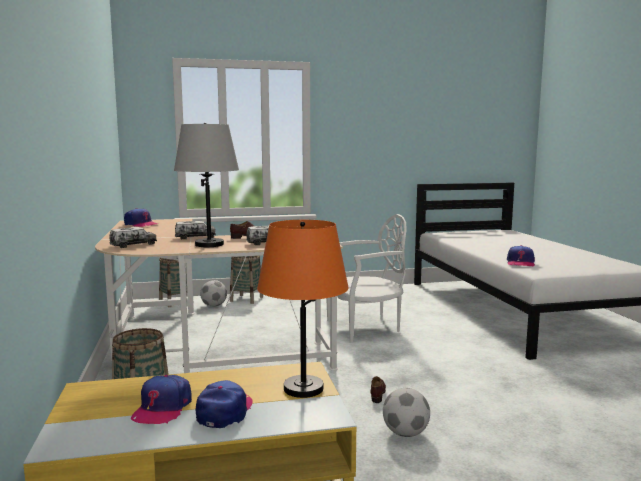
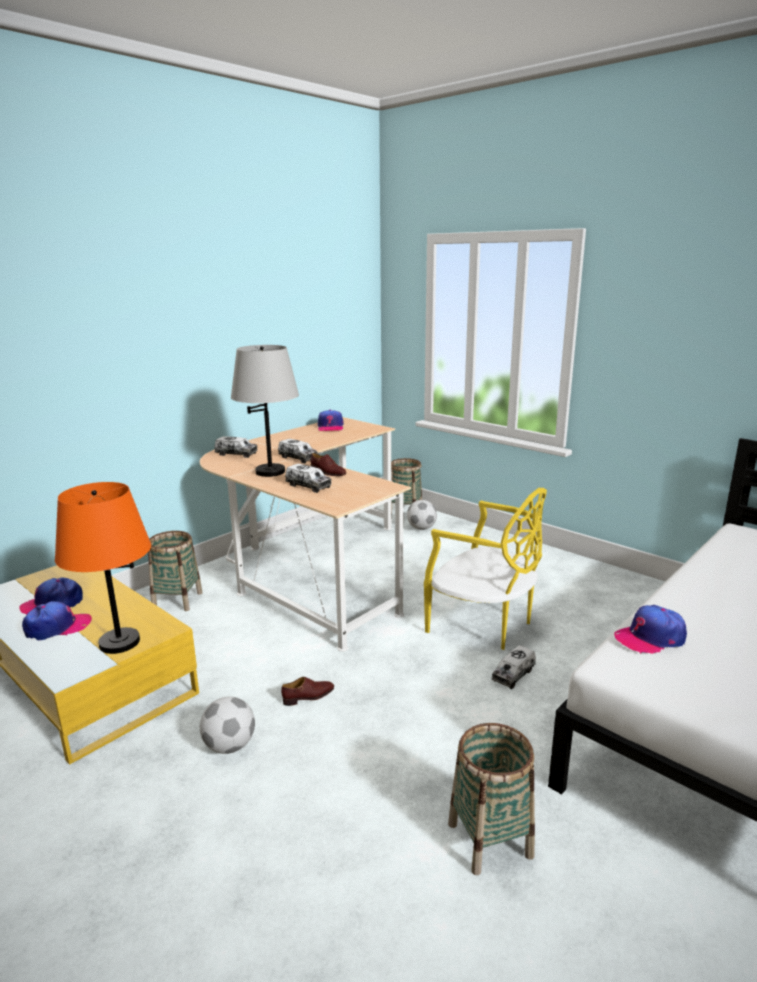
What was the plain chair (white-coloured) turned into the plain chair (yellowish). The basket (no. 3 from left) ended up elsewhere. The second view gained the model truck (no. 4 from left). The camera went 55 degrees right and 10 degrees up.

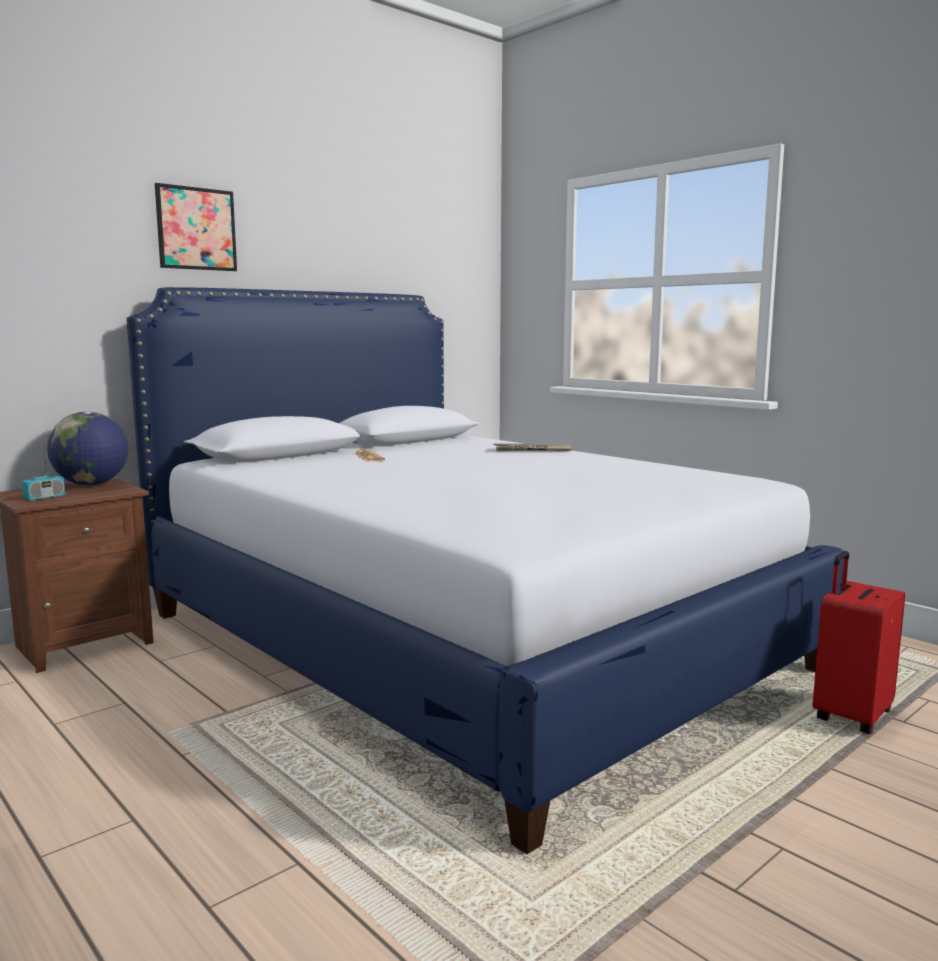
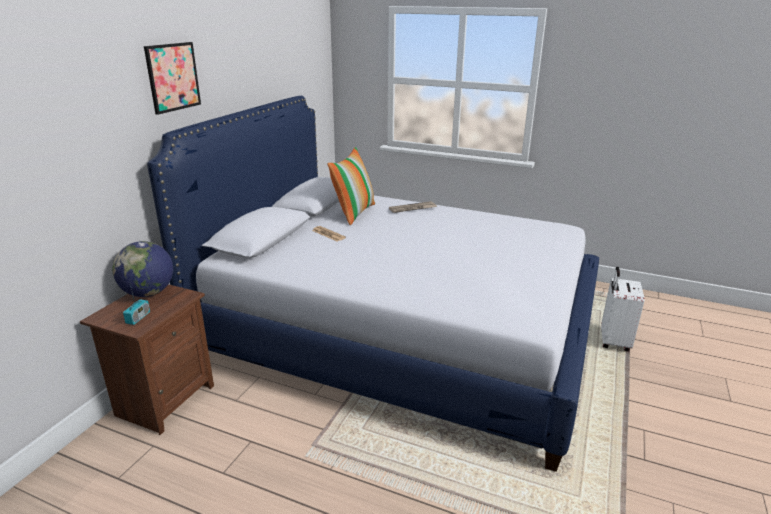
What was the travel case (red) turned into the travel case (white-coloured). The second view gained the pillow. The camera went 25 degrees left and 15 degrees up.

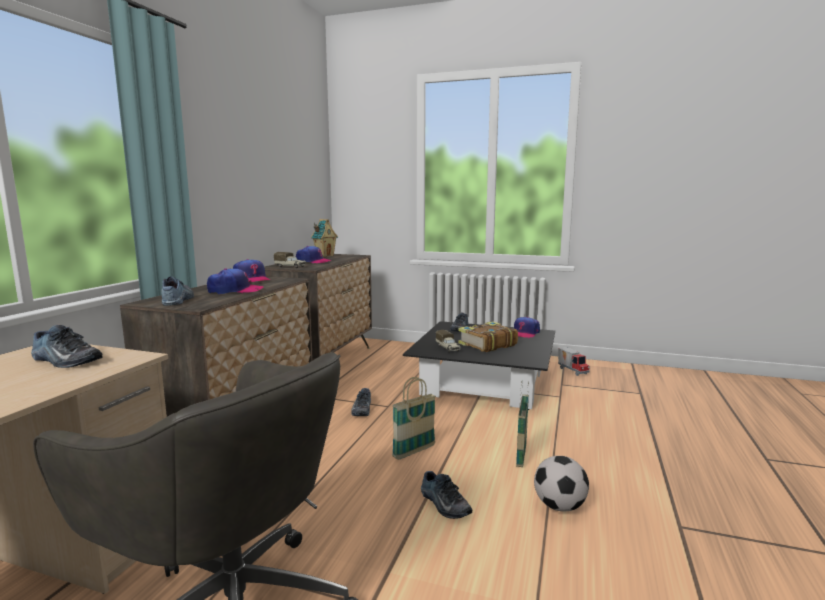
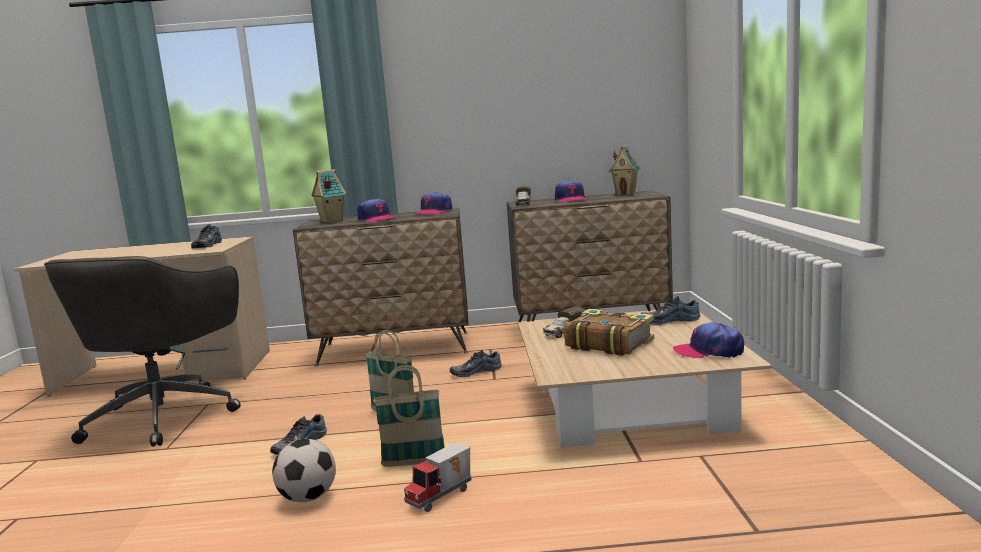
Where the item of footwear (no. 2 from left) stood, the model house (no. 1 from left) came to stand. What was the low table (blackish) turned into the low table (sand-coloured). The model truck (no. 3 from left in the first image) ended up elsewhere. The camera went 70 degrees right and 0 degrees up.

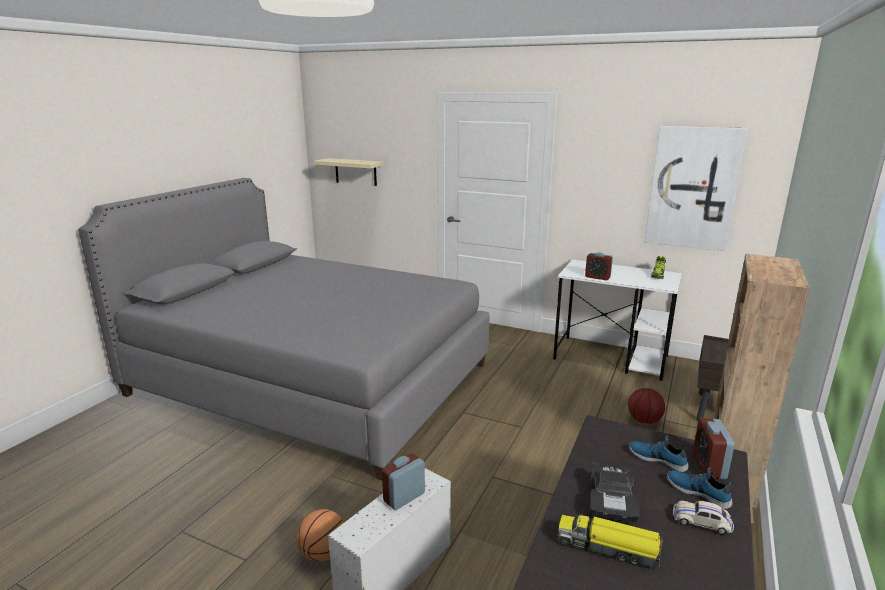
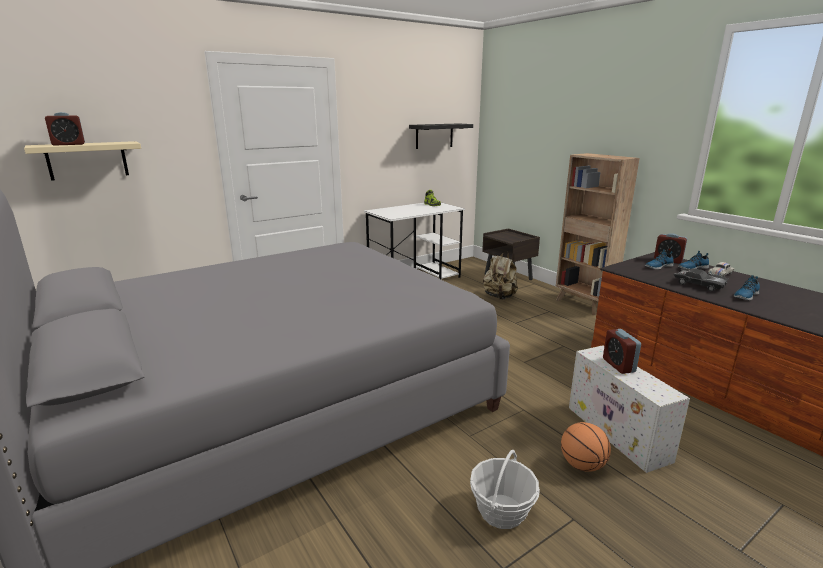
Where the wall picture hung, the shelf (blackish) came to hang. The table clock (no. 2 from left in the first image) ended up elsewhere. Where the ball for basketball (no. 2 from left) stood, the rucksack (sand-coloured) came to stand. Where the model truck stood, the item of footwear (no. 4 from left) came to stand. The second view gained the basket. The camera went 60 degrees left and 0 degrees up.

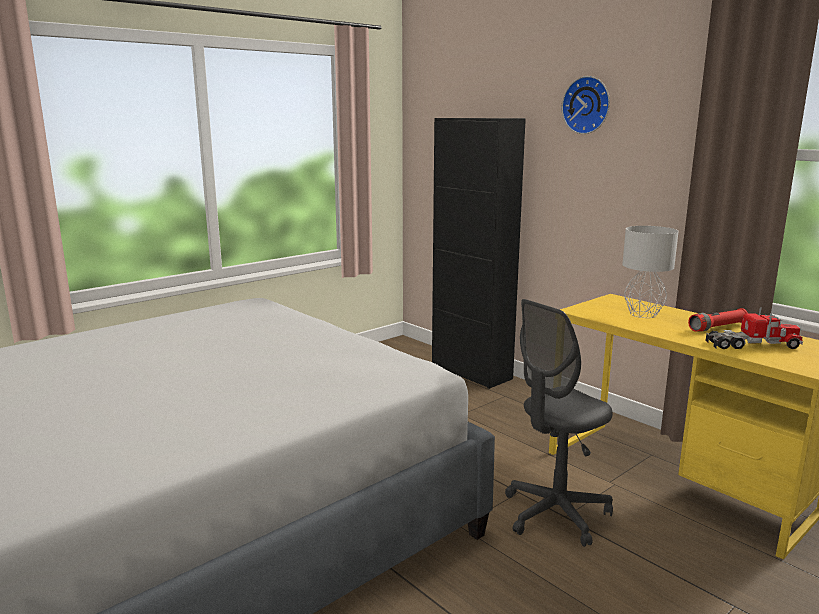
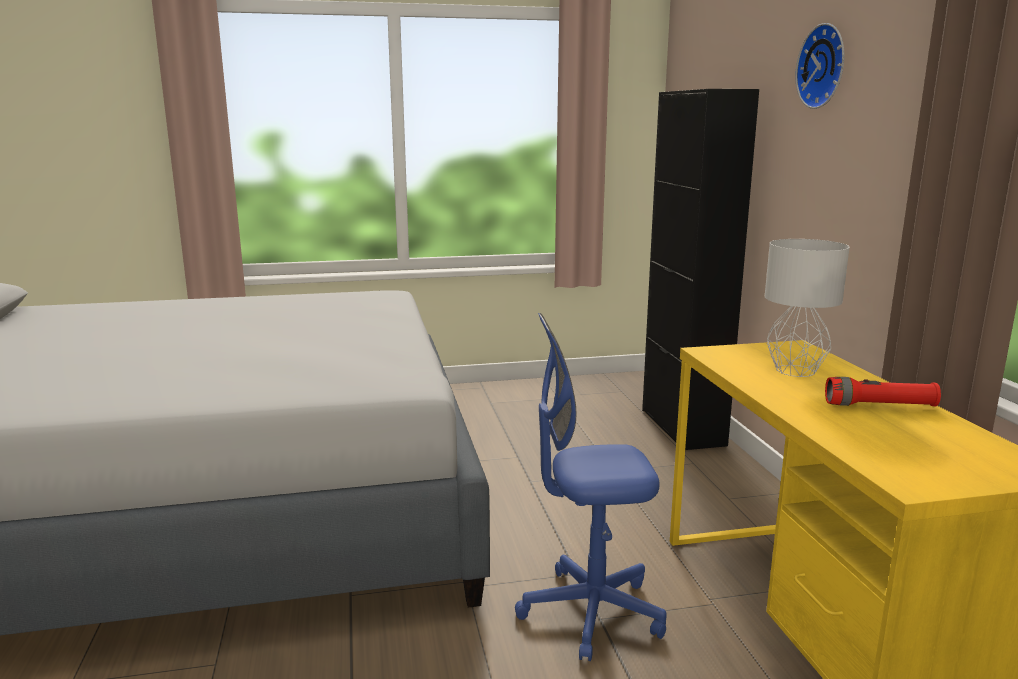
What was the computer chair (greyish) turned into the computer chair (bluish). The second view lost the model truck. The camera went 30 degrees right and 0 degrees up.

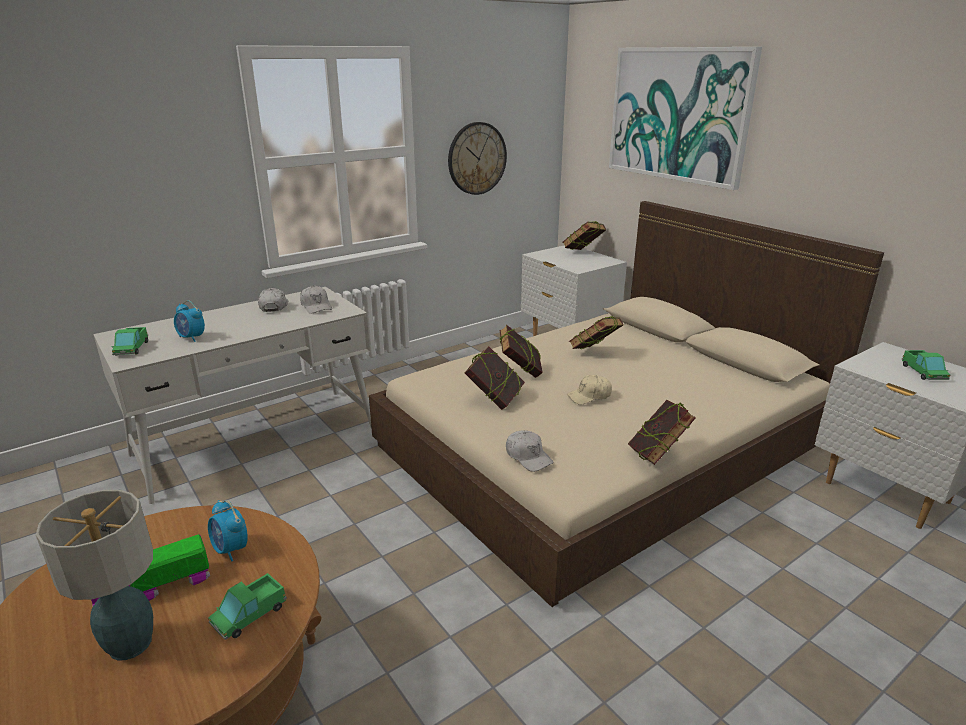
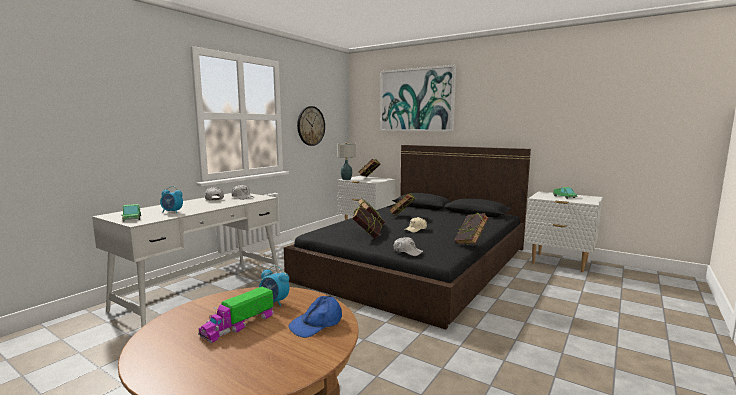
What was the bed (sand-coloured) turned into the bed (blackish). The tabletop lamp ended up elsewhere. Where the model truck (no. 3 from left) stood, the peaked cap (bluish) came to stand. The camera went 20 degrees left and 15 degrees down.

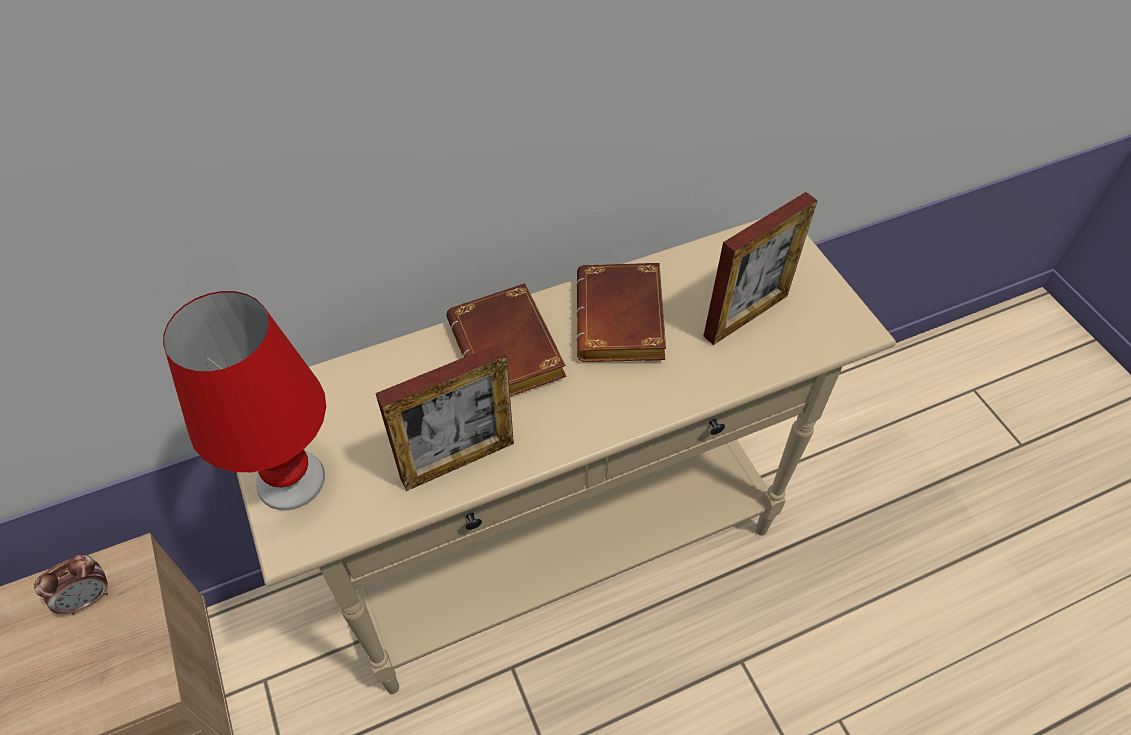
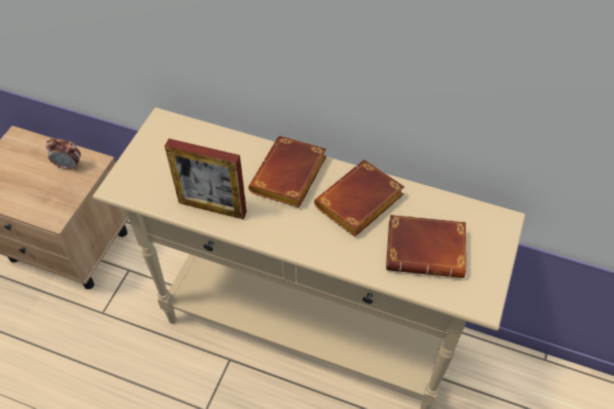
Where the photo frame (no. 2 from left) stood, the bound book (brown) (no. 3 from left) came to stand. The second view lost the tabletop lamp (red). The camera went 45 degrees right and 0 degrees up.

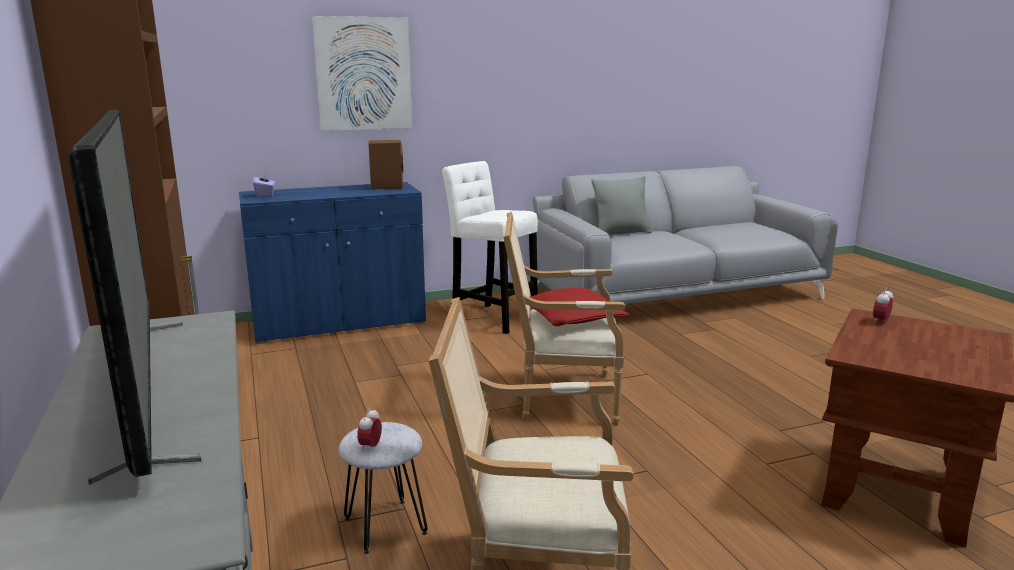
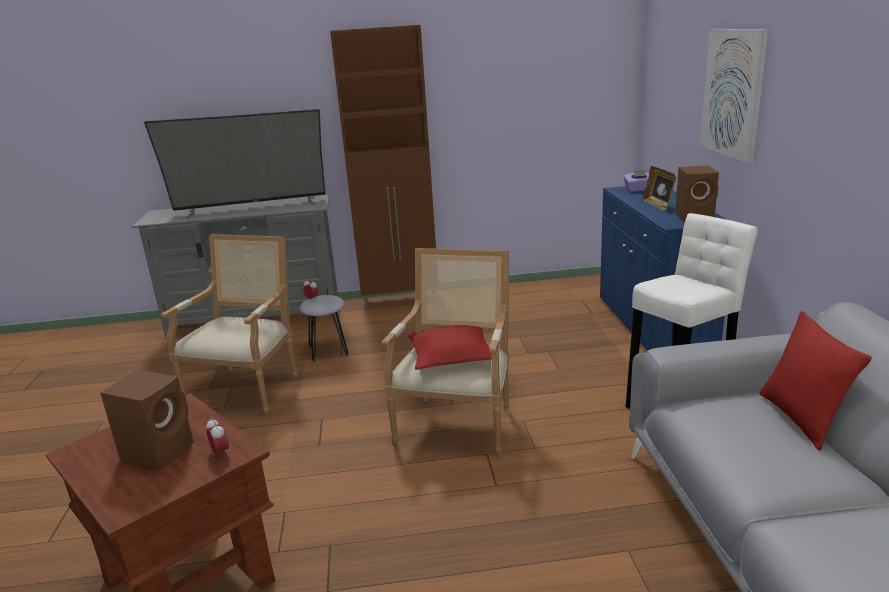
What was the pillow (greyish) turned into the pillow (red) (no. 2 from left). The second view gained the photo frame. The second view gained the loudspeaker (brown) (no. 1 from left). The camera went 105 degrees right and 5 degrees up.

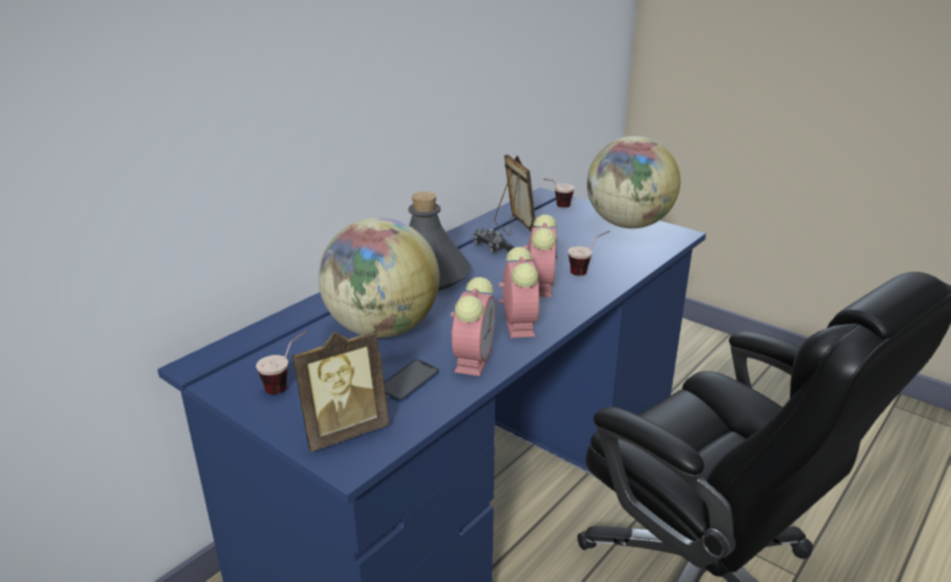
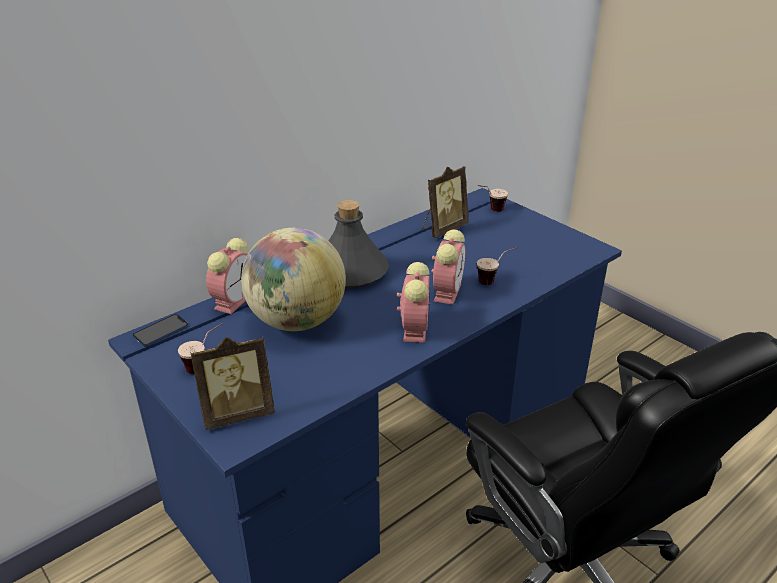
The second view lost the desk globe (no. 2 from left). The photo frame (no. 2 from left) ended up facing another way, 60 degrees clockwise from before. The second view lost the game controller. The table clock (no. 1 from left) ended up elsewhere. The handset ended up elsewhere. The camera went 10 degrees right and 5 degrees up.

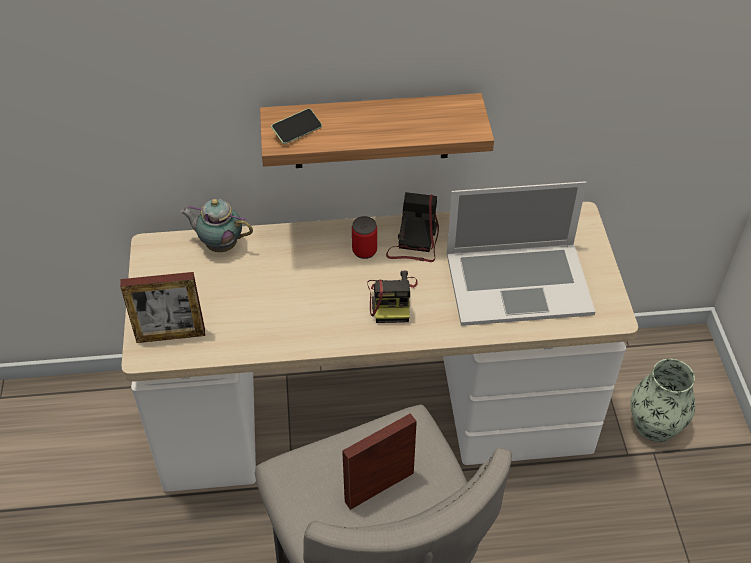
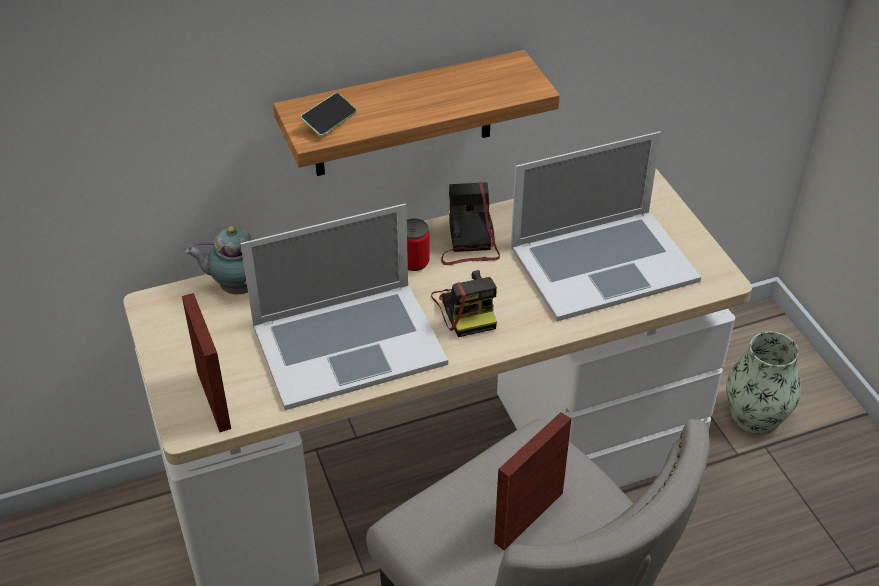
The photo frame (no. 1 from left) ended up facing another way, 90 degrees counterclockwise from before. The second view gained the portable computer (no. 1 from left). The camera went 15 degrees left and 5 degrees down.

